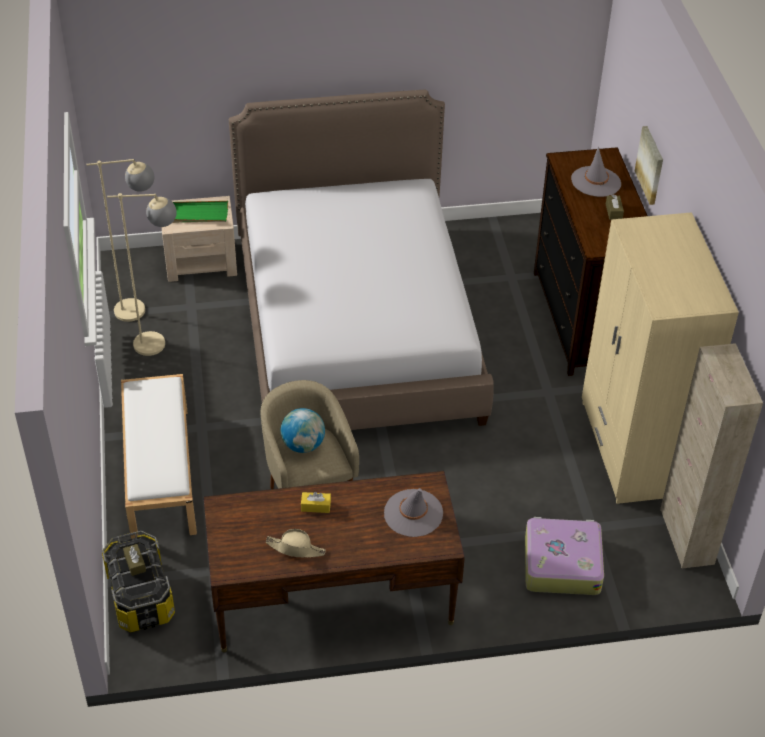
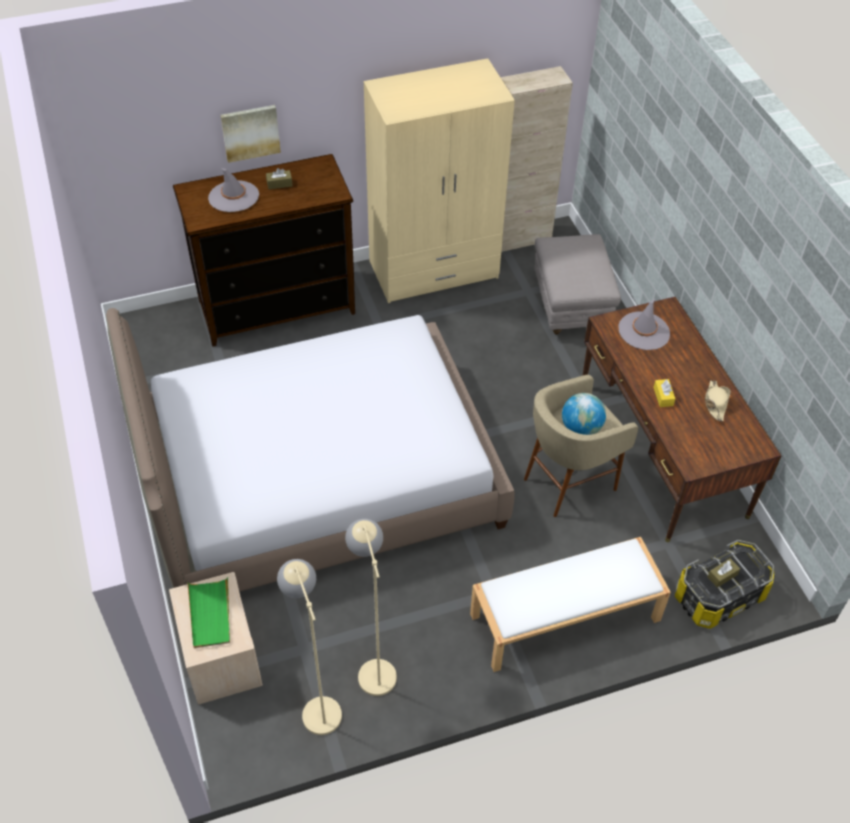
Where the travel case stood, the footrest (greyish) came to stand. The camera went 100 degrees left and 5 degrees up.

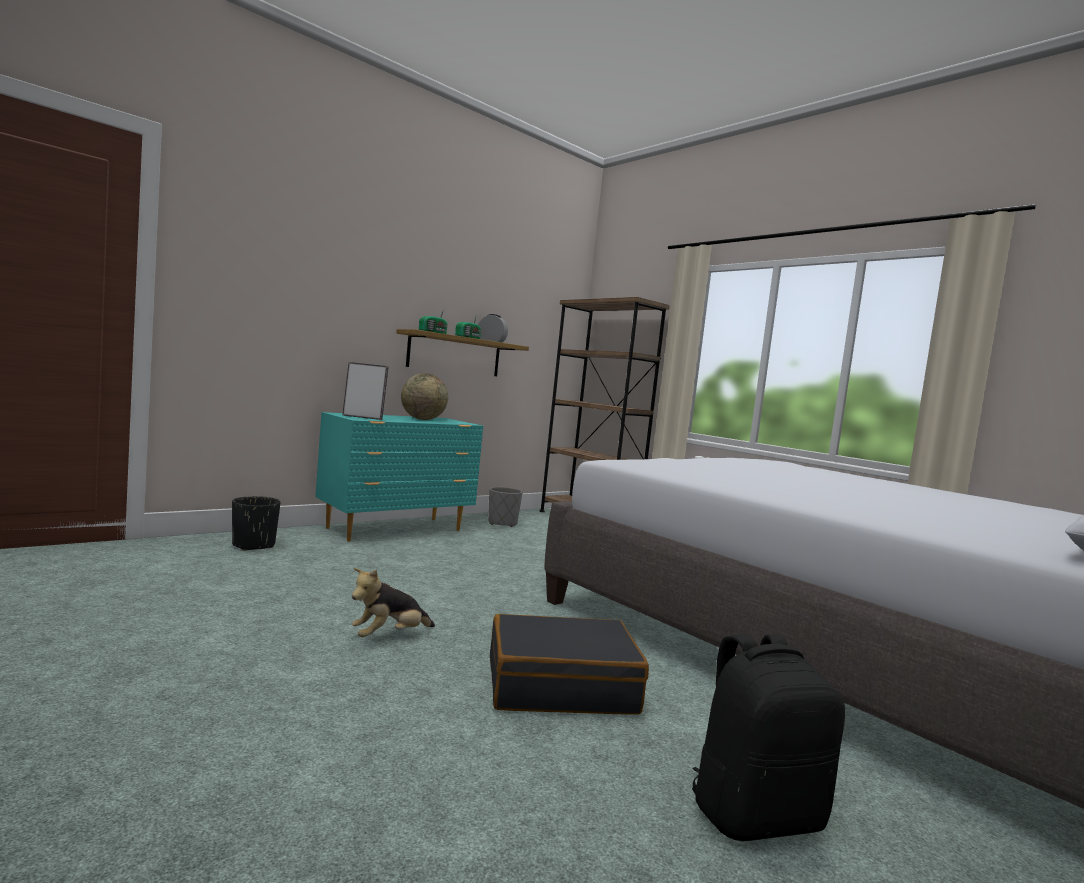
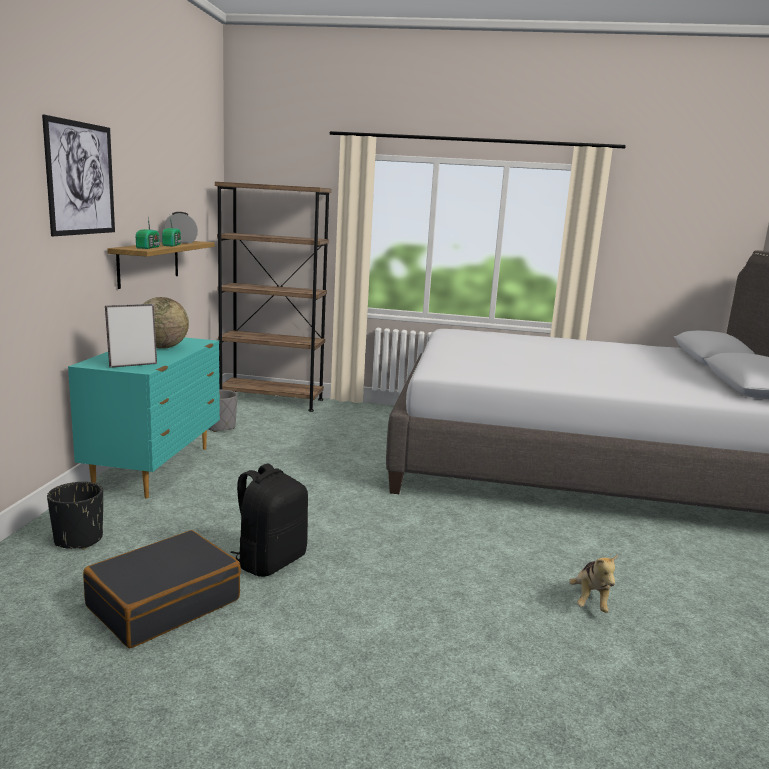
The soft toy ended up elsewhere. The travel case (blackish) ended up elsewhere. The rucksack (blackish) ended up elsewhere. The second view gained the wall picture. The camera went 40 degrees left and 10 degrees up.

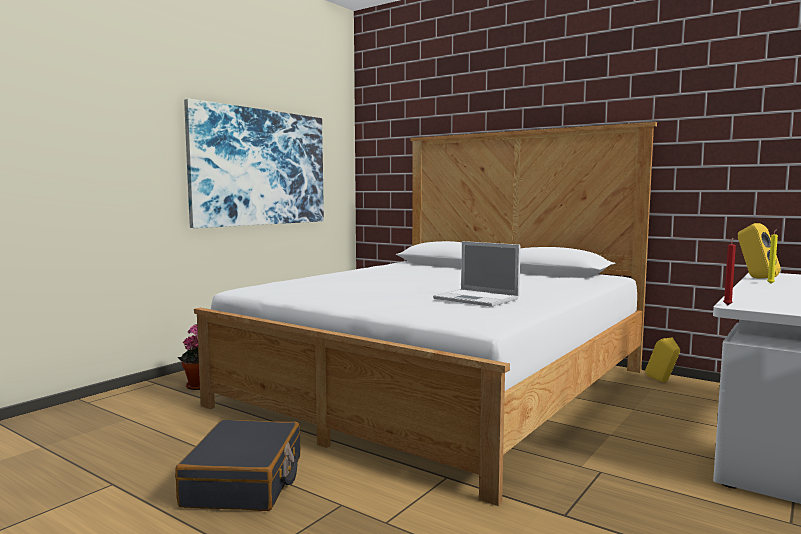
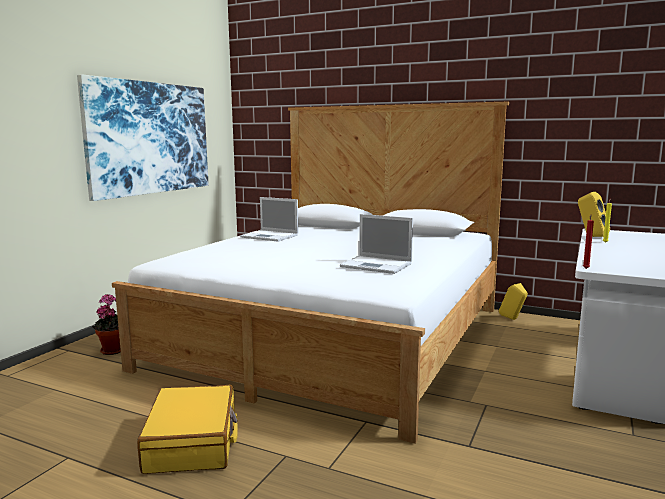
What was the travel case (blackish) turned into the travel case (yellowish). The second view gained the portable computer (no. 1 from left). The camera went 10 degrees left and 5 degrees up.

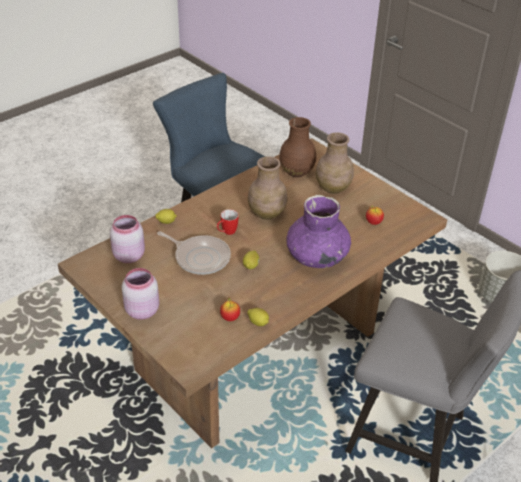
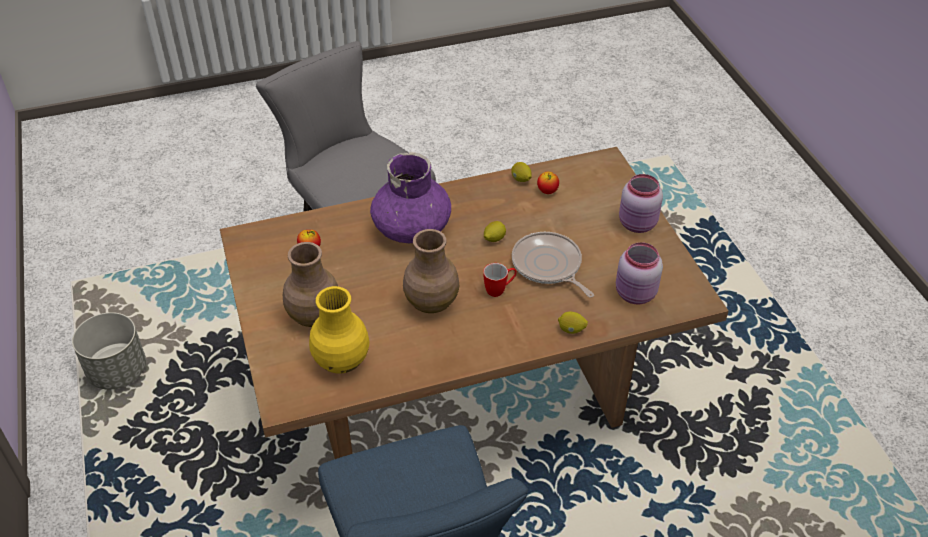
What was the decorative vase (brown) (no. 2 from left) turned into the decorative vase (yellowish). The camera went 155 degrees left and 5 degrees up.

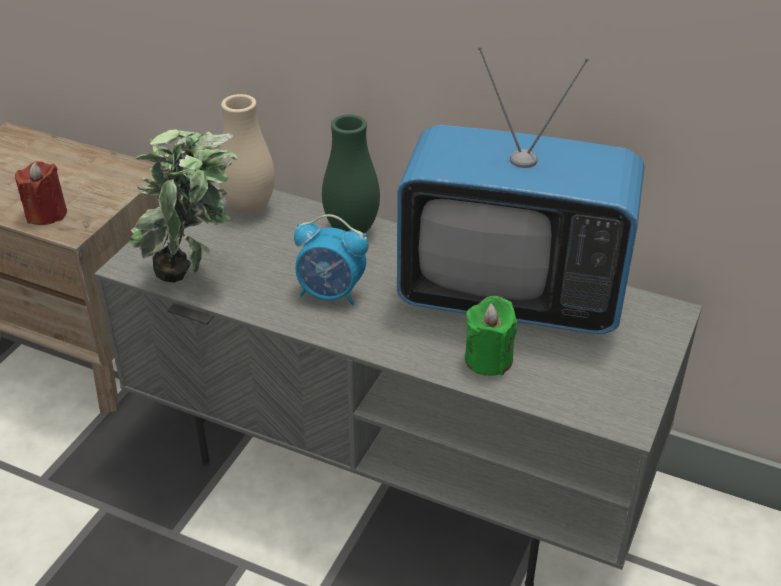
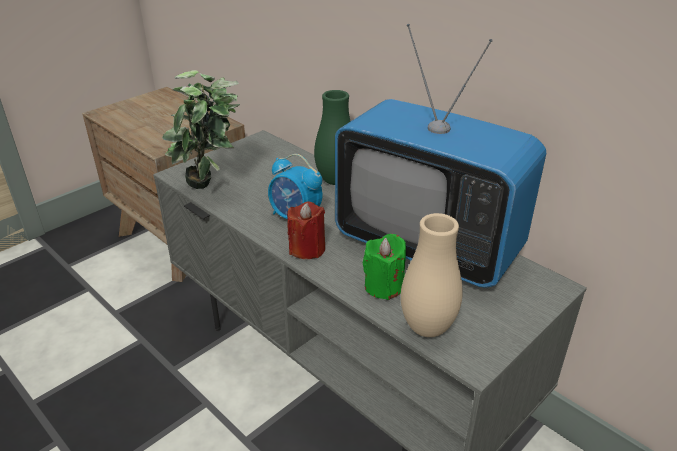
The decorative vase (sand-coloured) ended up elsewhere. The wax light (red) ended up elsewhere. The camera went 20 degrees right and 5 degrees down.

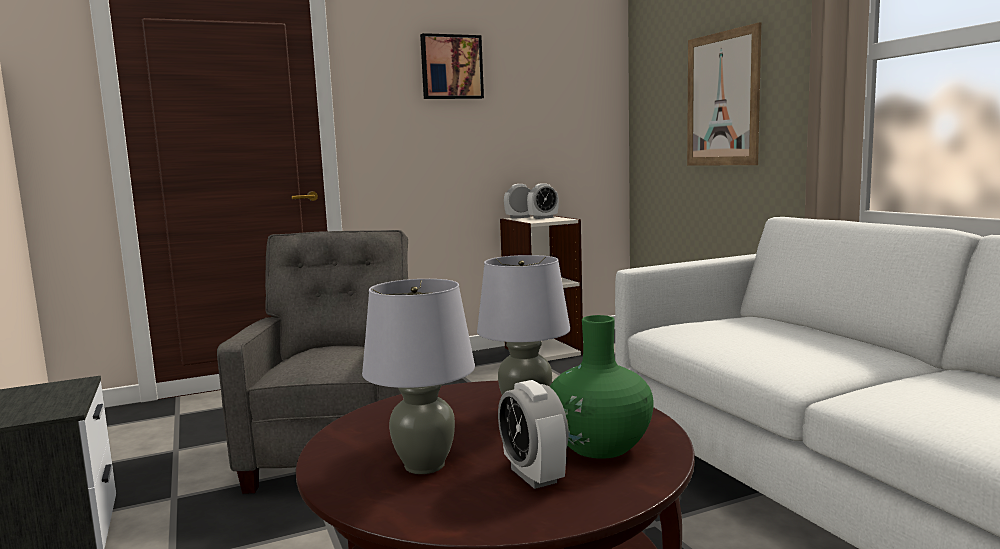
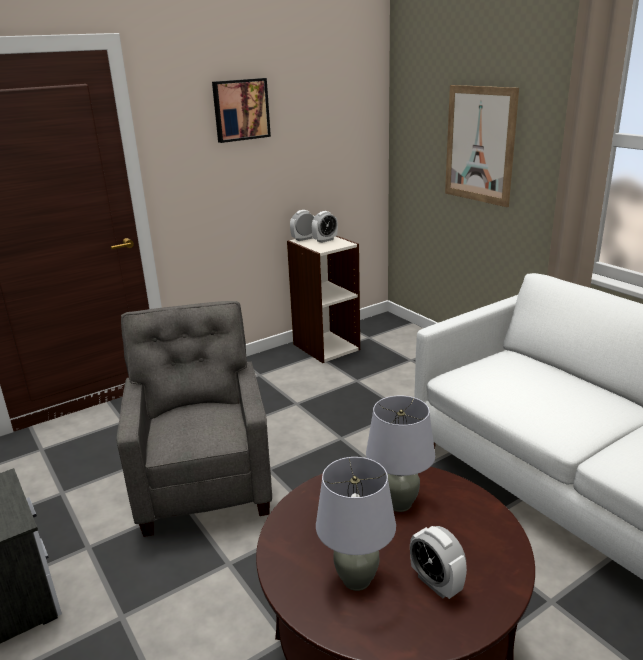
The second view lost the decorative vase (greenish). The camera went 10 degrees left and 15 degrees up.

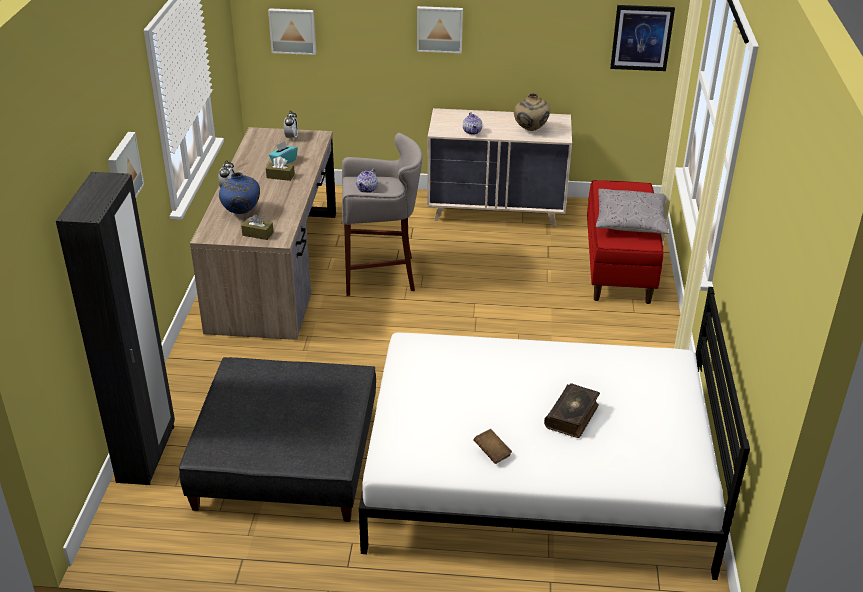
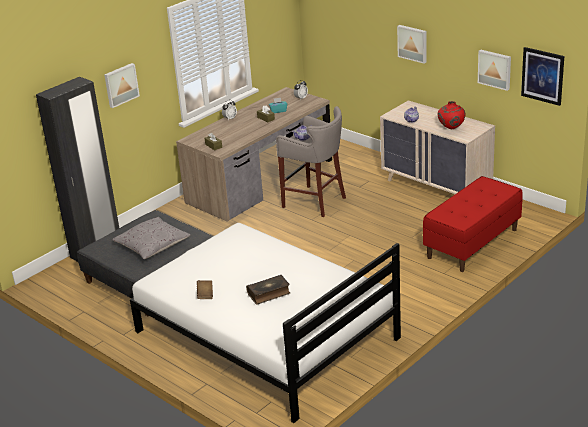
The wall picture (no. 2 from left in the first image) ended up elsewhere. What was the decorative vase (sand-coloured) turned into the decorative vase (red). The second view lost the decorative vase (bluish). The pillow (greyish) ended up elsewhere. The camera went 40 degrees right and 5 degrees down.

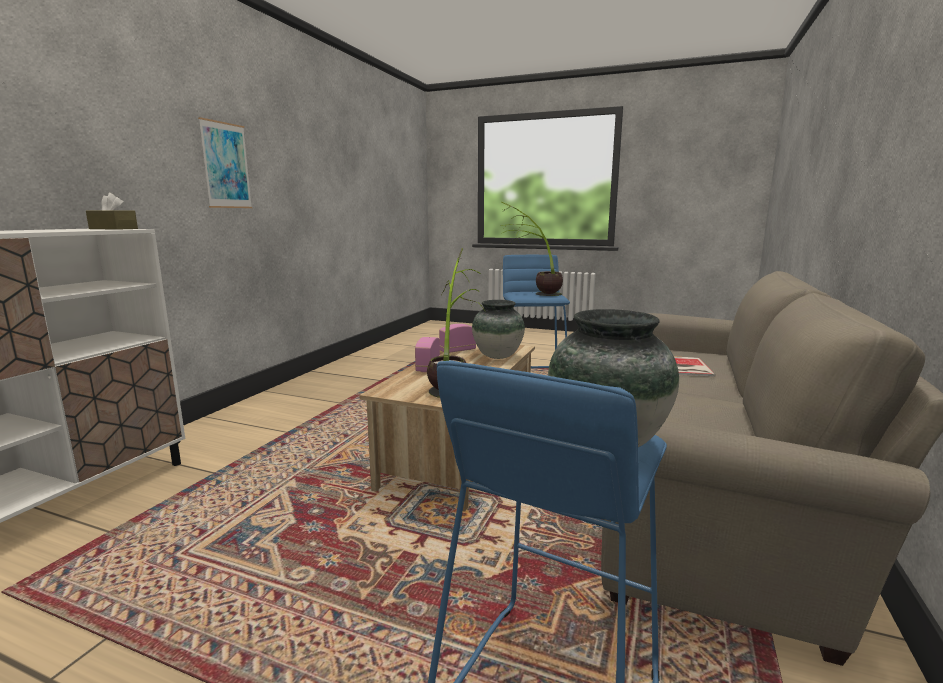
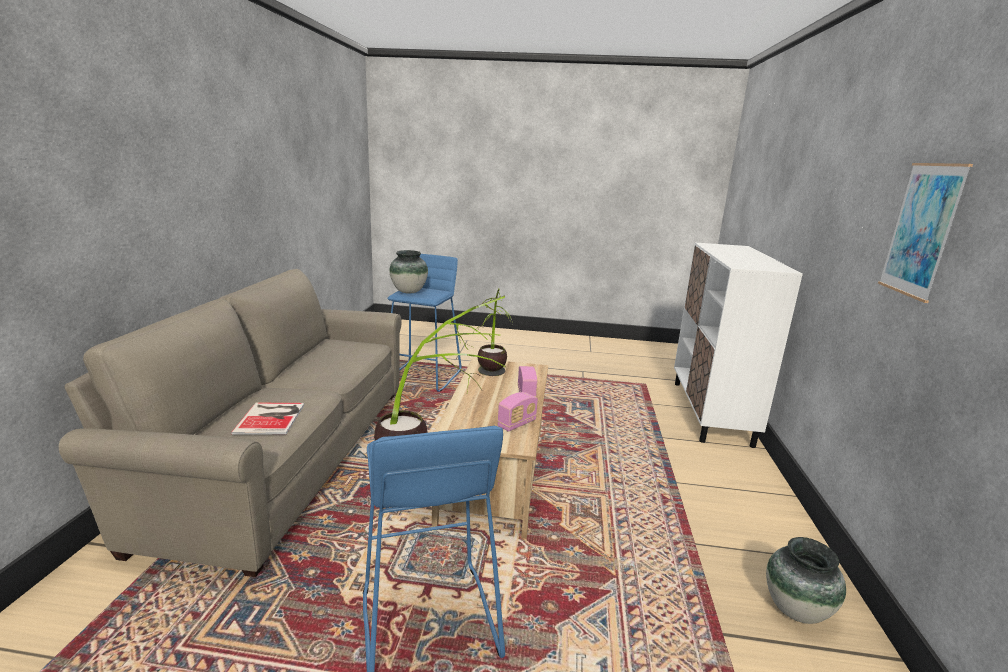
The second view lost the tissue holder (brown). The decorative vase (no. 1 from left in the first image) ended up elsewhere. The camera went 165 degrees right and 5 degrees up.

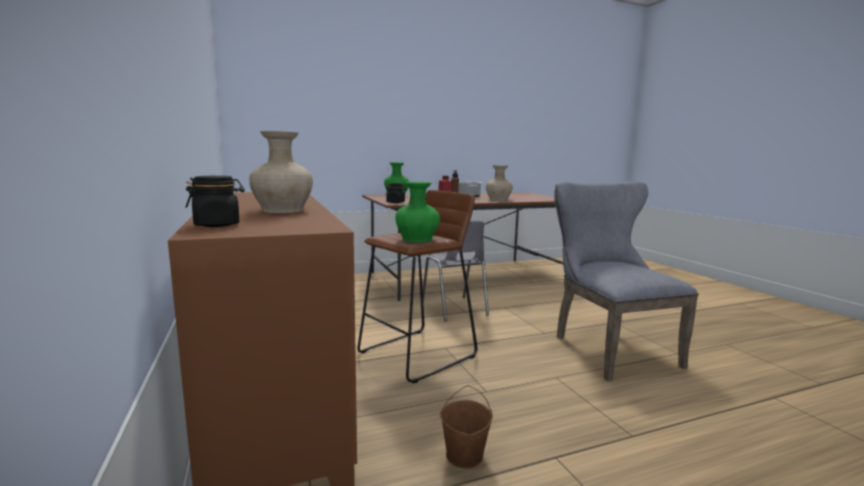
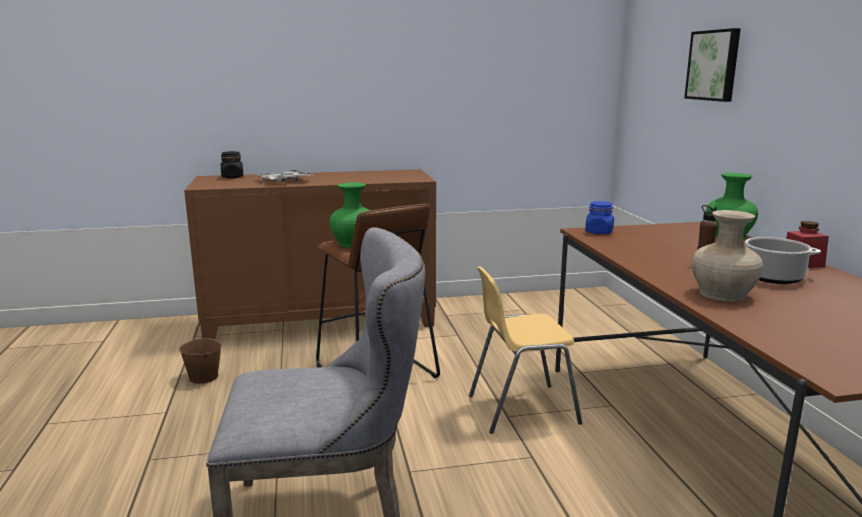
Where the decorative vase (sand-coloured) (no. 1 from left) stood, the tray came to stand. What was the storage jar (blackish) (no. 2 from left) turned into the storage jar (bluish). What was the plain chair (greyish) (no. 1 from left) turned into the plain chair (yellowish). The second view gained the wall picture. The camera went 100 degrees right and 5 degrees up.

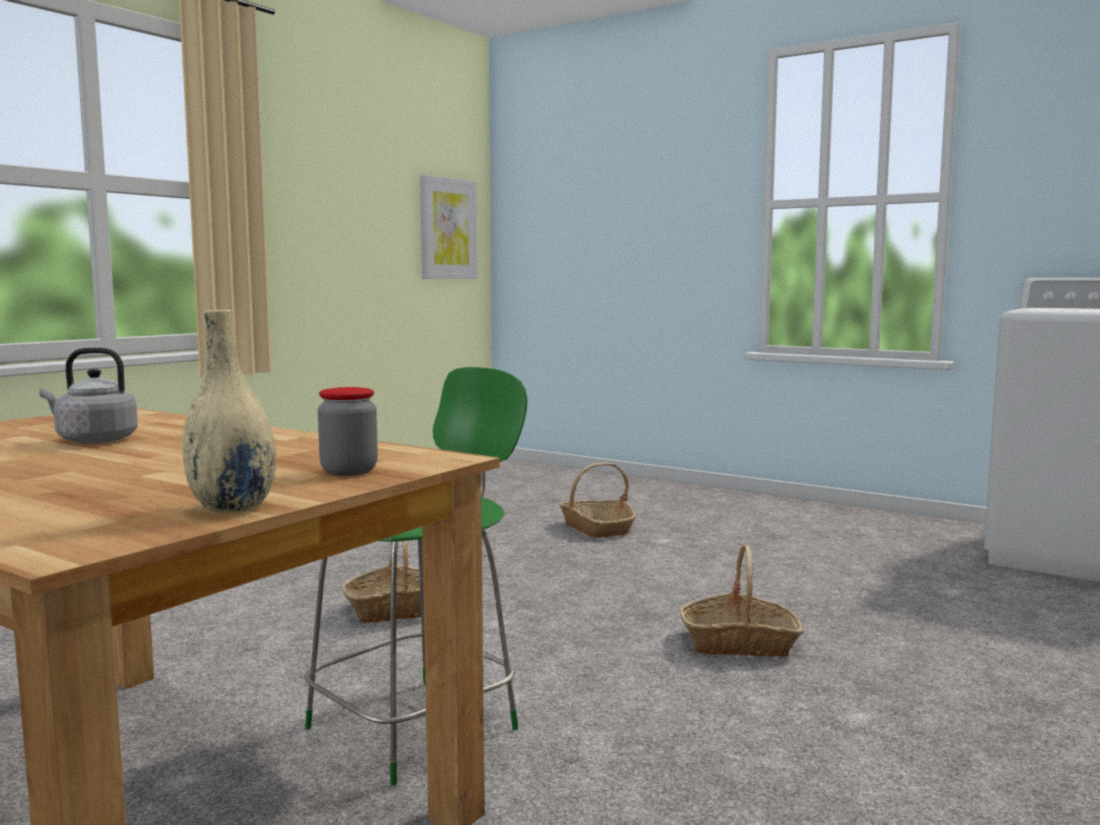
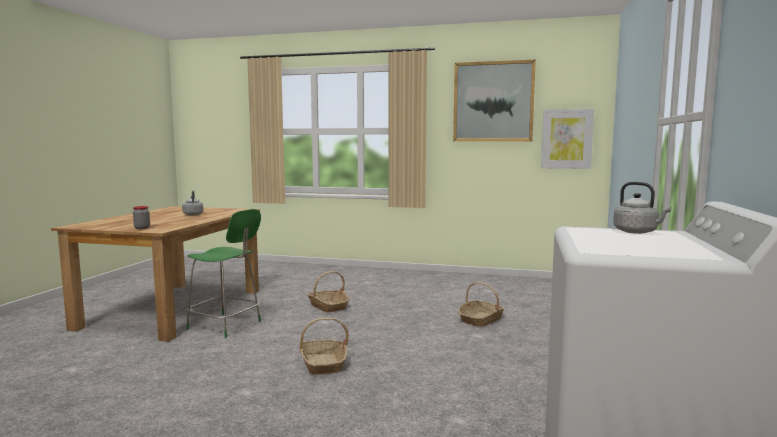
The second view lost the decorative vase (sand-coloured). The second view gained the wall picture (no. 1 from left). The second view gained the water kettle (greyish) (no. 2 from left). The camera went 70 degrees right and 0 degrees up.

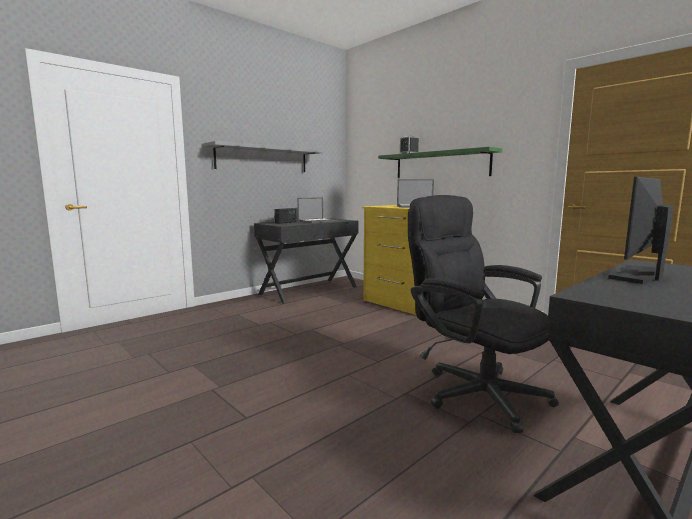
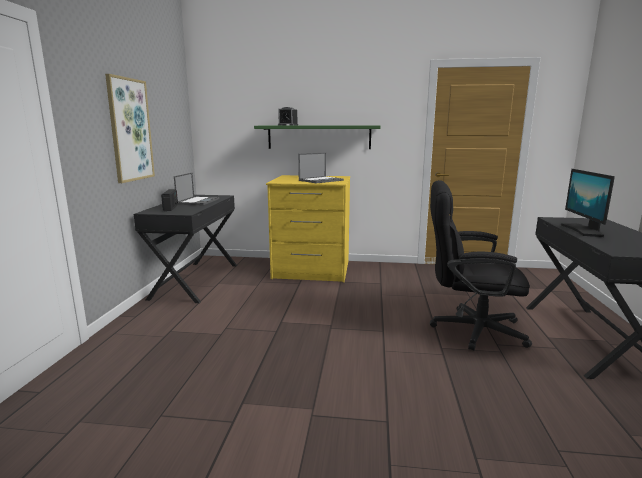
Where the shelf (greyish) hung, the wall picture came to hang. The camera went 40 degrees left and 5 degrees up.

